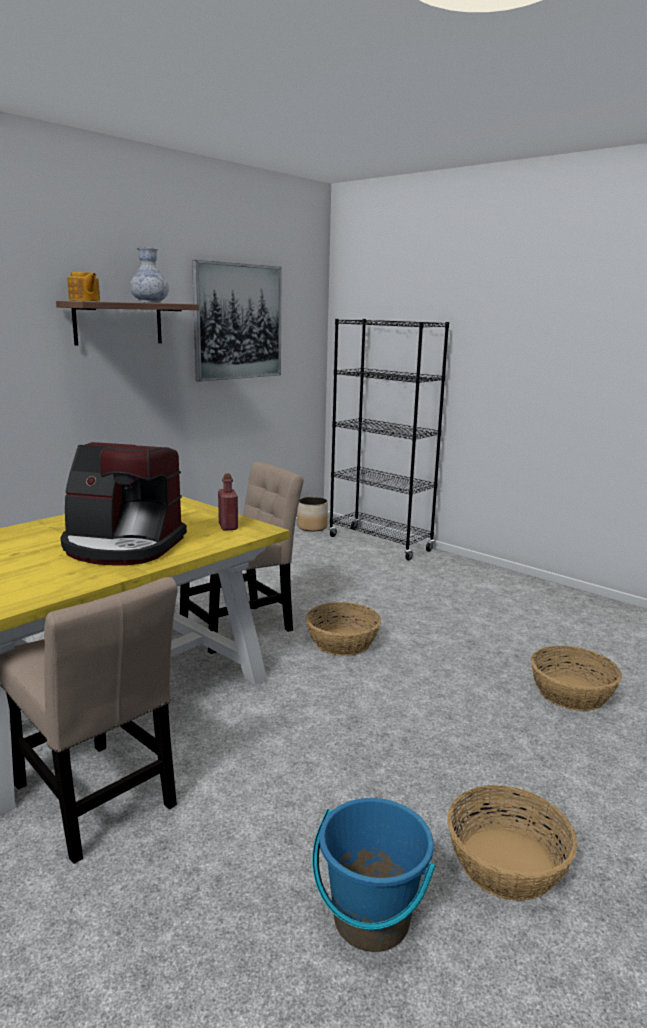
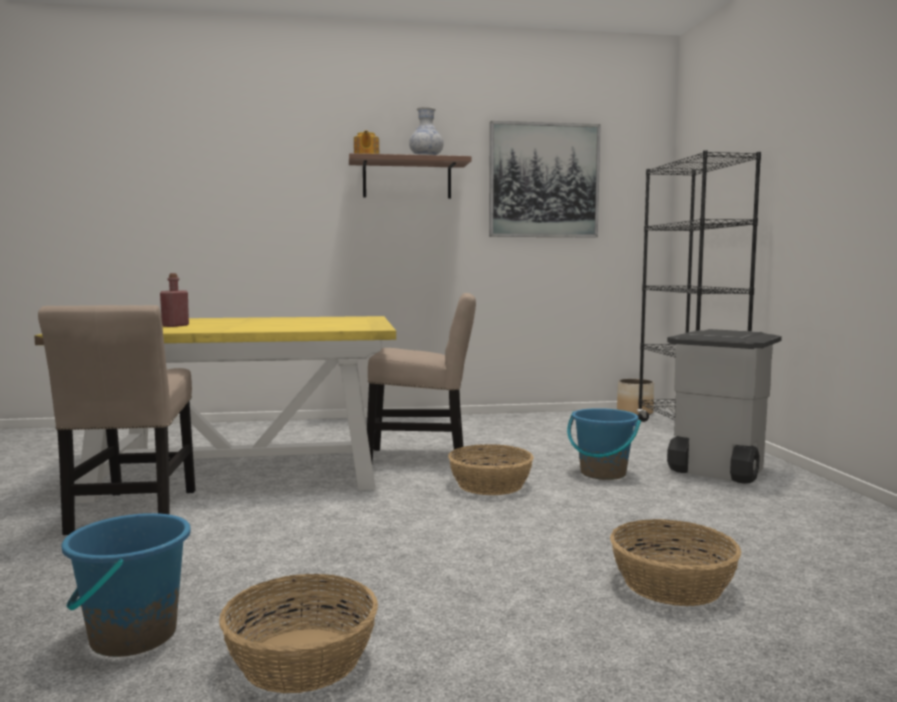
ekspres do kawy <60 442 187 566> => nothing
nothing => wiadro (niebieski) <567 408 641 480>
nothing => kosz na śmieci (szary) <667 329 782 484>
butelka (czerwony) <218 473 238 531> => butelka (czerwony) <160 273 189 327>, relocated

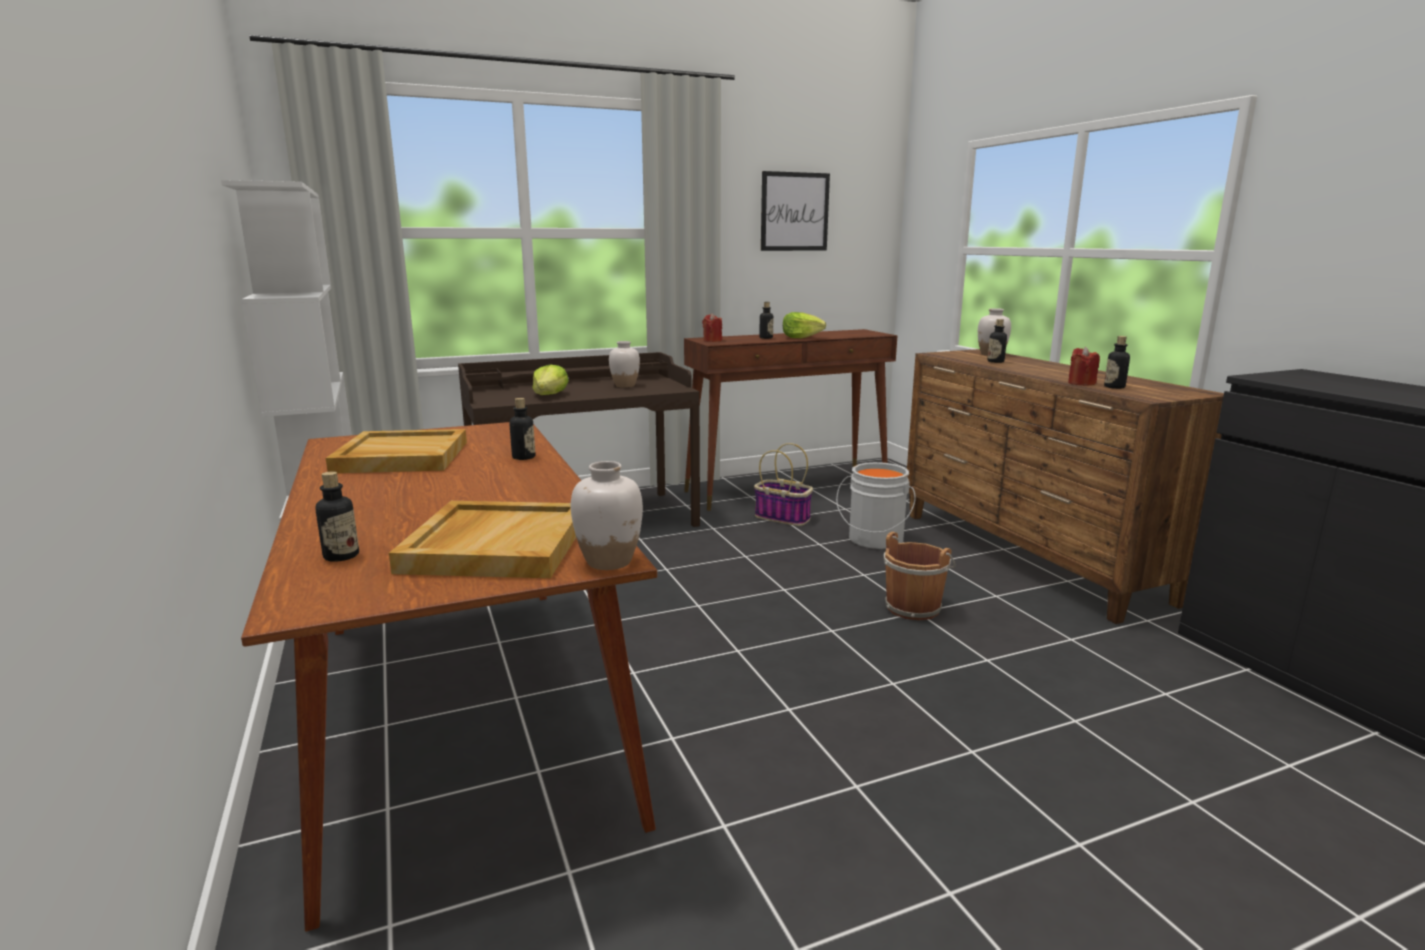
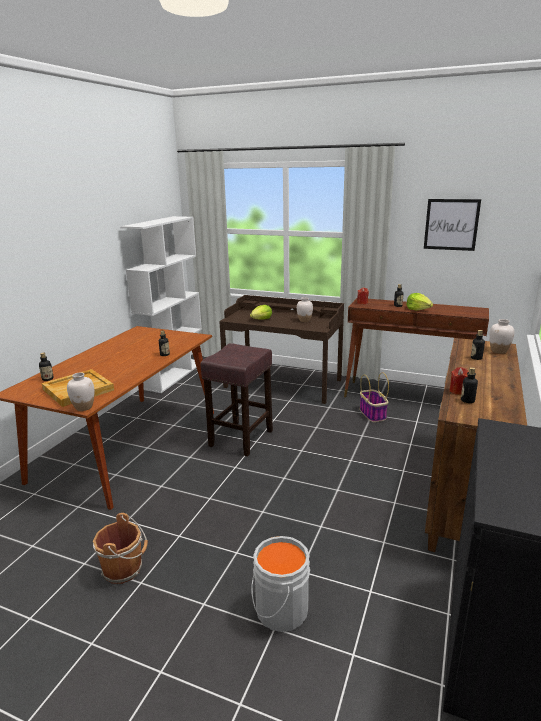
taca (beżowy) <326 429 467 473> => nothing
nothing => stołek (brązowy) <201 343 273 457>
wiadro (szary) <836 462 916 549> => wiadro (szary) <251 536 310 632>, relocated
wiadro (brązowy) <884 532 956 621> => wiadro (brązowy) <93 513 148 584>, relocated

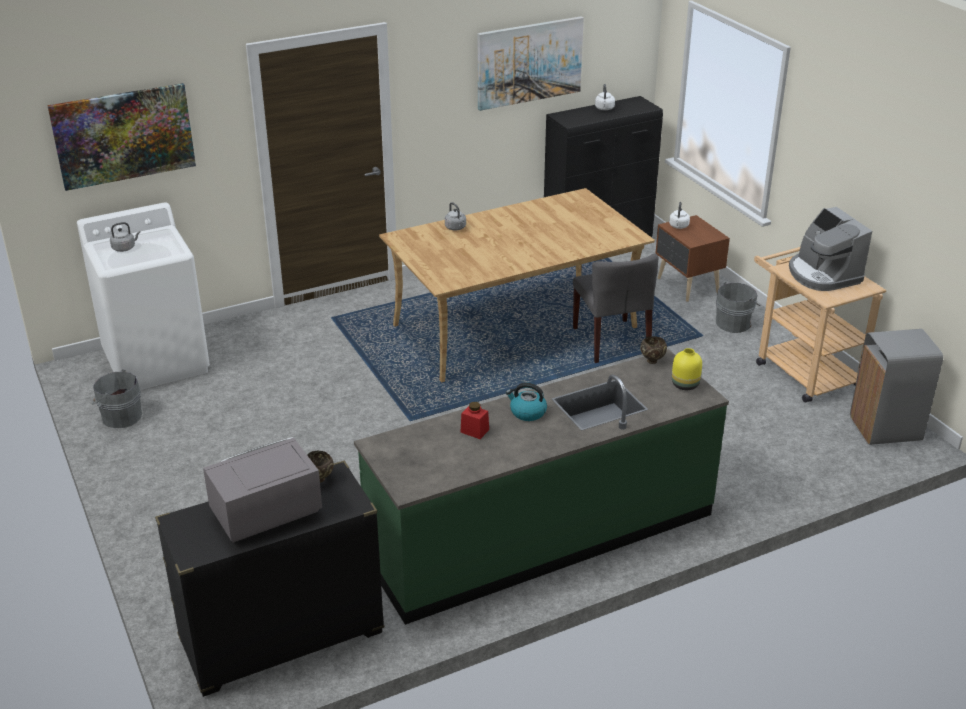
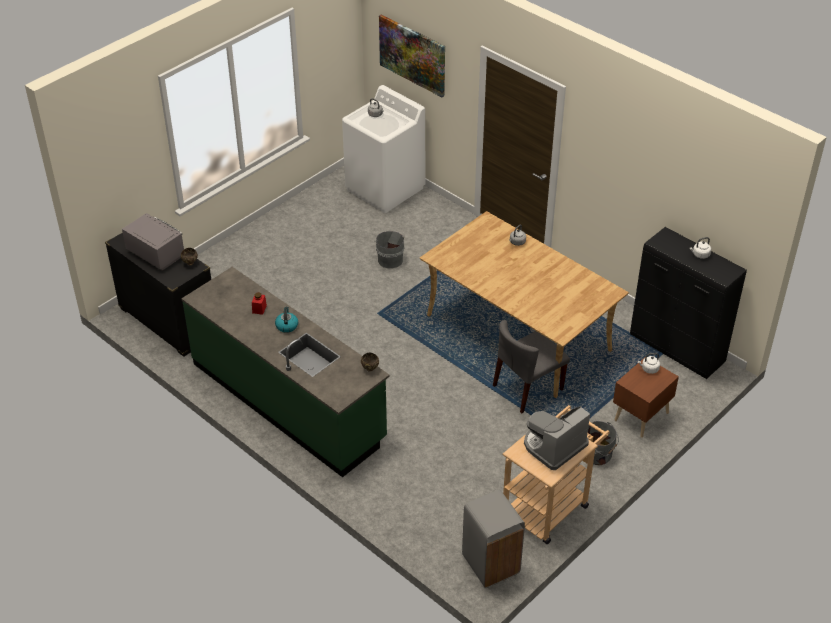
obraz <478 16 584 111> => nothing
wazon (żółty) <672 348 702 390> => nothing
wiadro (szary) <92 369 142 428> => wiadro (szary) <376 231 404 268>, relocated

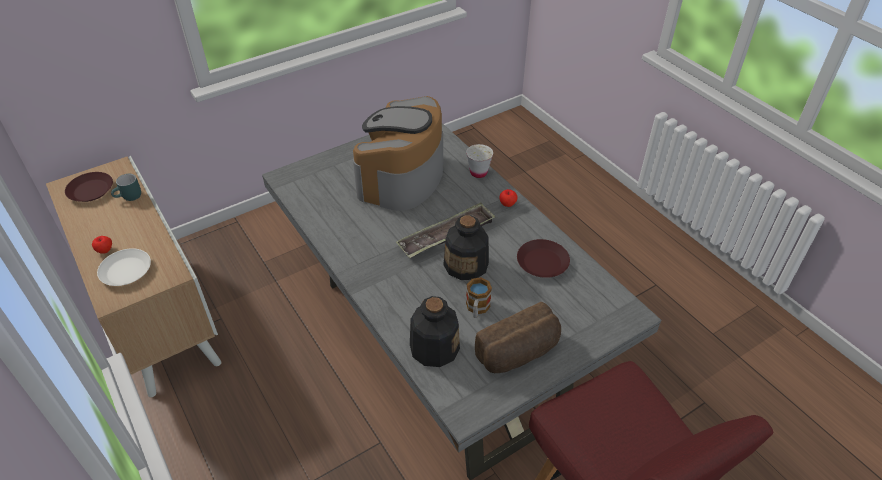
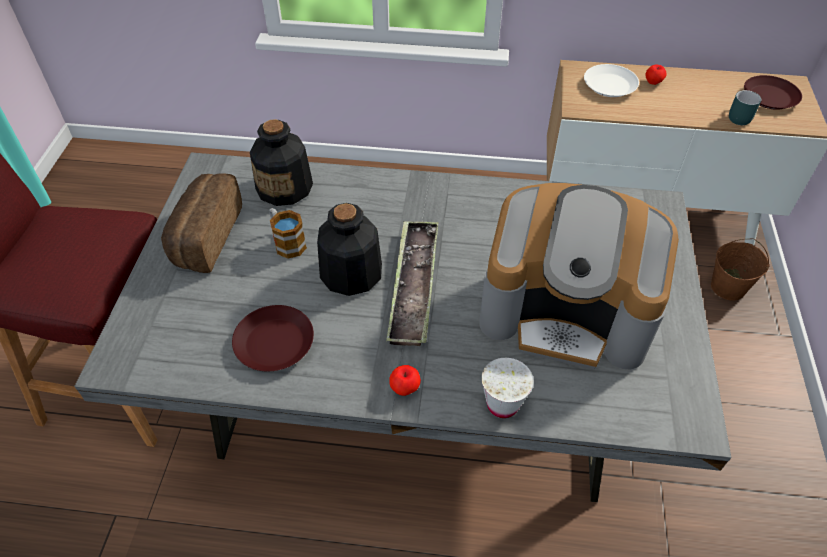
nothing => wiadro (brązowy) <711 238 770 301>
ekspres do kawy <353 96 443 211> => ekspres do kawy <479 183 679 369>, 135 degrees clockwise

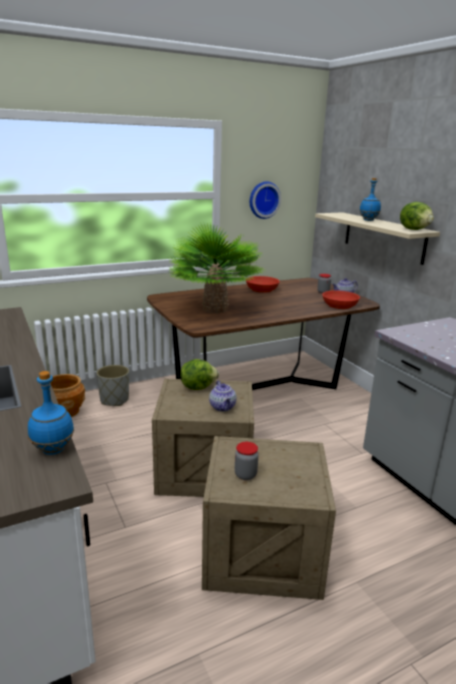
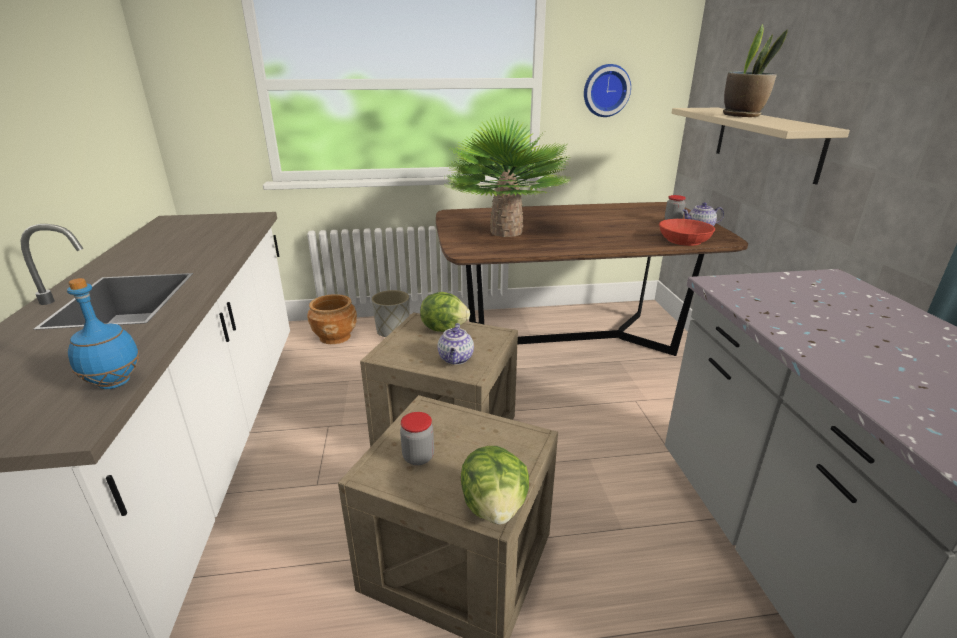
miska (czerwony) <246 276 280 293> => nothing
sałata <400 202 434 230> => sałata <461 446 529 524>, relocated
butelka (niebieski) <360 178 381 221> => roślina doniczkowa <723 24 788 117>

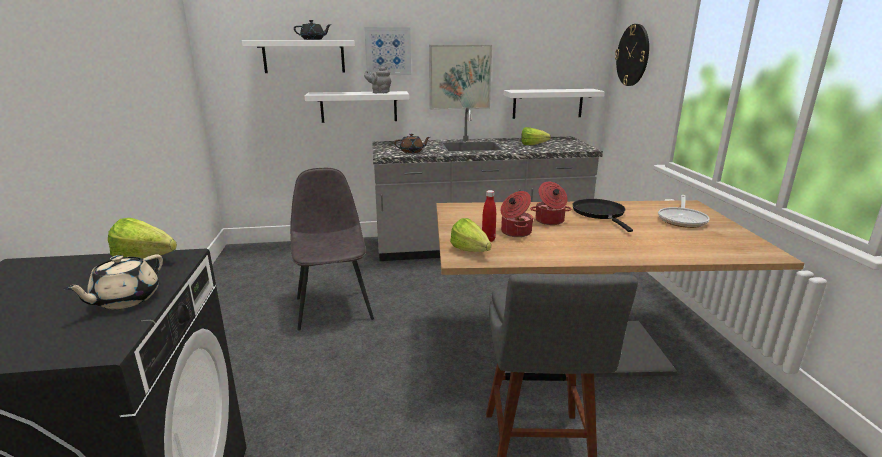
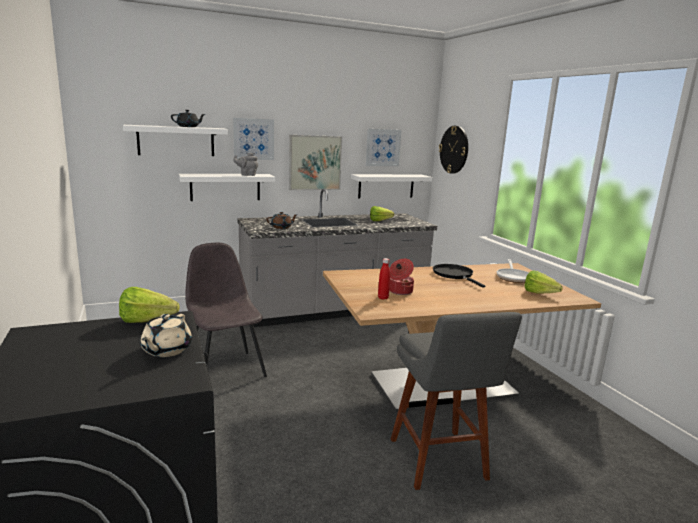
garnek <530 182 571 225> => nothing
nothing => obraz <366 129 401 166>
sałata <450 218 491 252> => sałata <524 271 563 293>, relocated

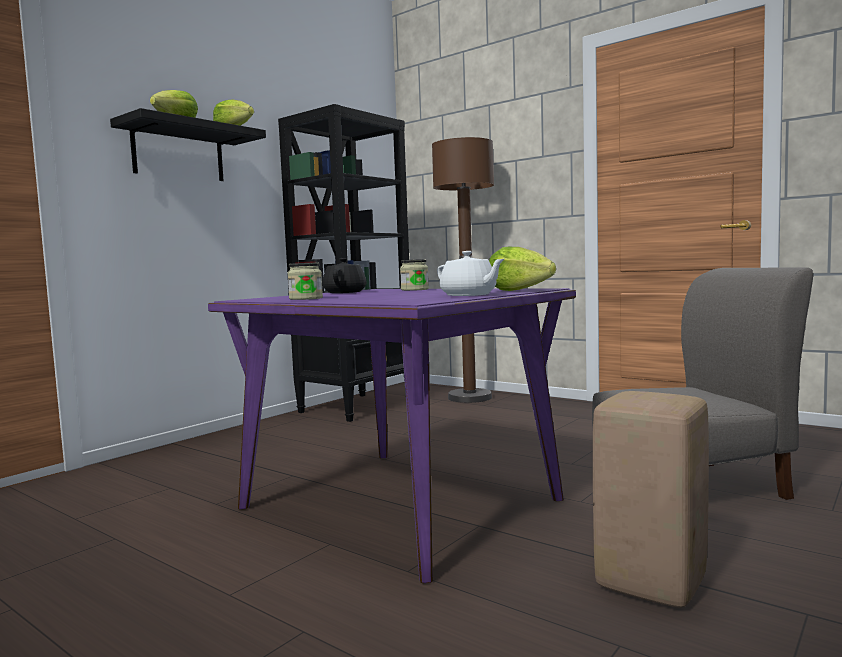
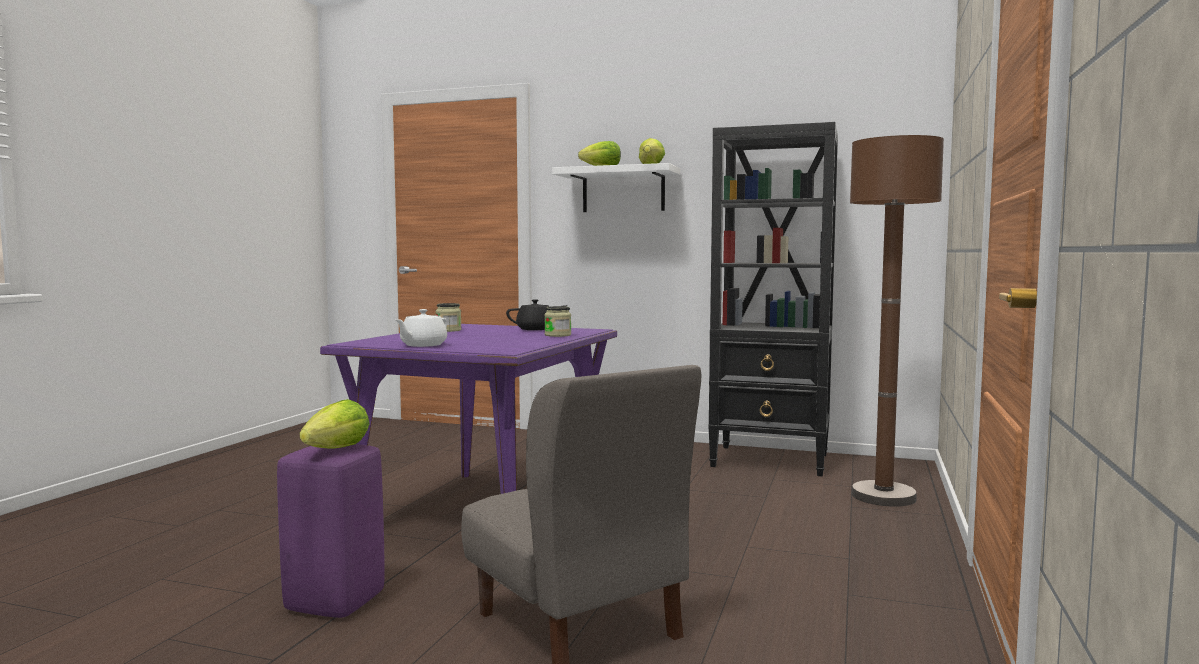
sałata <489 247 556 291> => sałata <300 399 369 448>, relocated
półka (czarny) <110 108 266 181> => półka (biały) <552 163 680 212>
stołek (beżowy) <593 391 709 608> => stołek (fioletowy) <277 444 385 618>

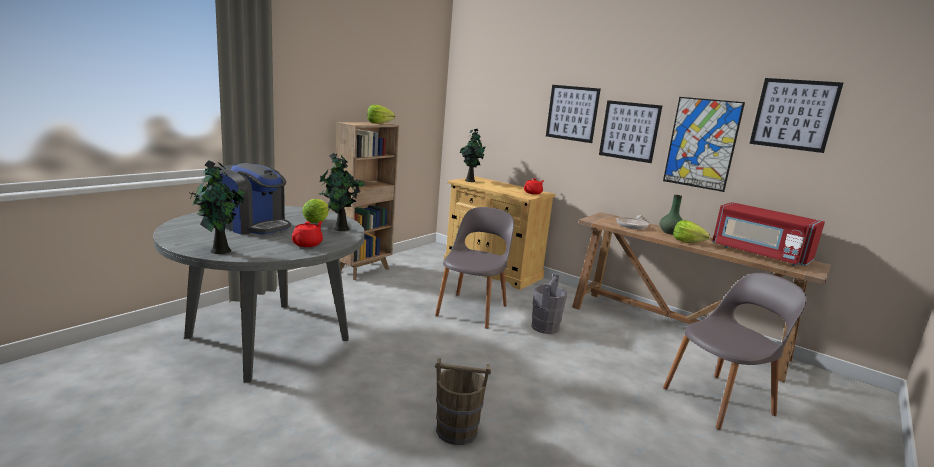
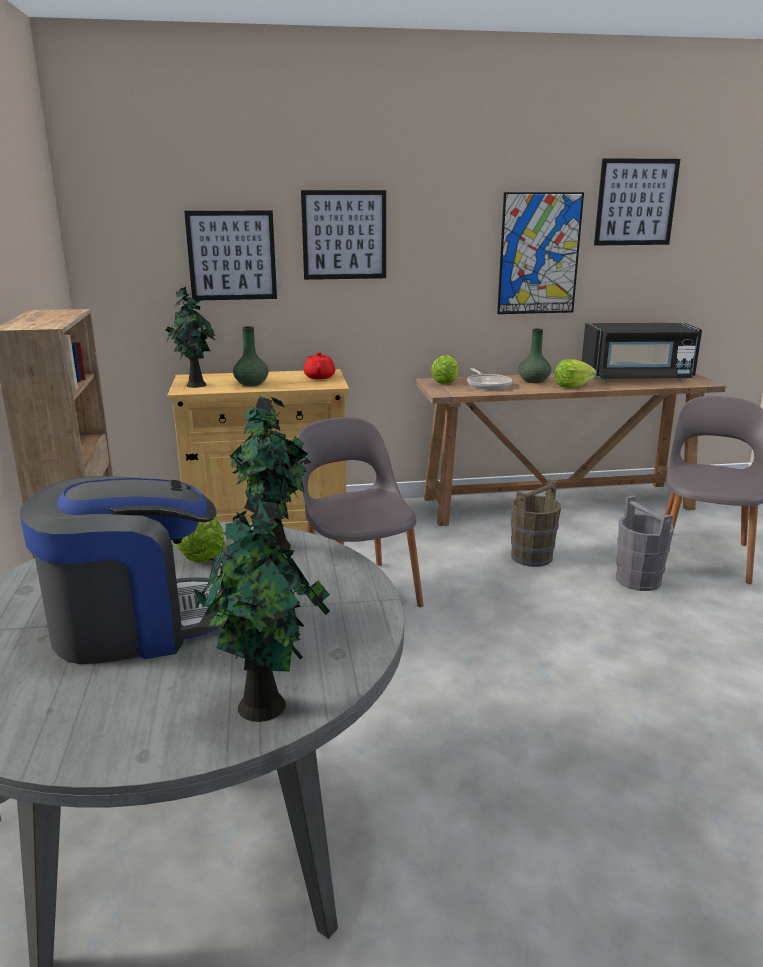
imbryk (czerwony) <292 221 323 247> => nothing
nothing => wazon (zielony) <233 326 269 386>
sałata <367 105 395 124> => sałata <431 355 458 384>, relocated
wiadro (brązowy) <435 358 491 445> => wiadro (brązowy) <511 479 561 567>, relocated
wiadro (szary) <531 273 567 334> => wiadro (szary) <616 496 674 591>, relocated
obraz <599 100 662 163> => obraz <184 210 277 300>, relocated
mikrofalówka (czerwony) <712 202 825 266> => mikrofalówka (czarny) <582 323 702 381>

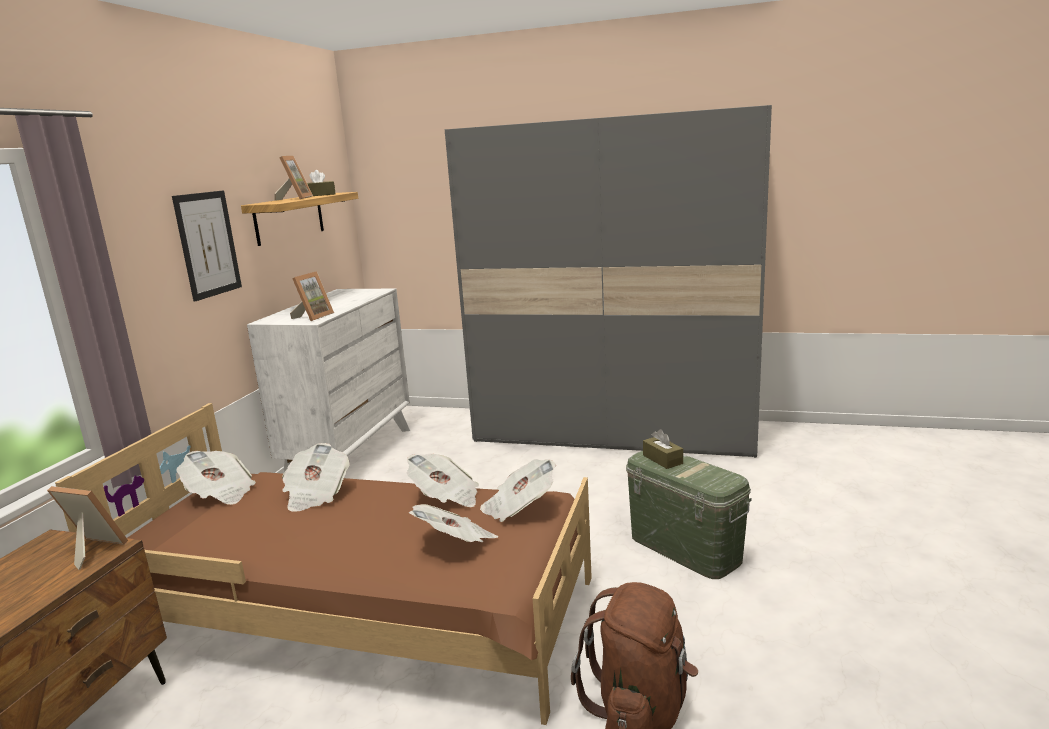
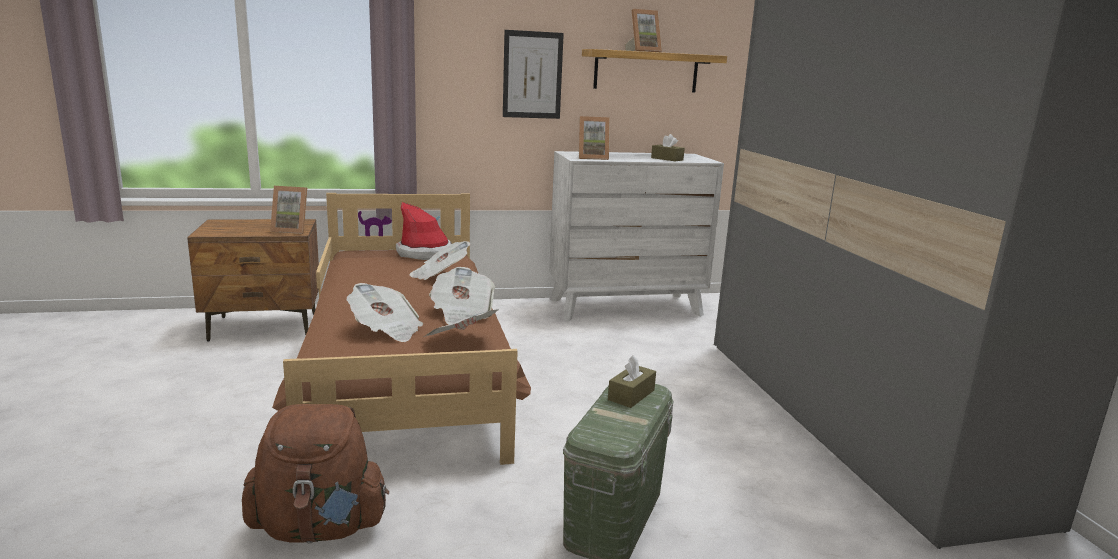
pudełko chusteczek (brązowy) <307 170 336 196> => pudełko chusteczek (brązowy) <651 134 685 161>, relocated
gazeta <176 451 256 505> => kapelusz <396 202 452 260>
ramka na zdjęcie <47 486 128 570> => ramka na zdjęcie <270 186 307 234>, 105 degrees clockwise

